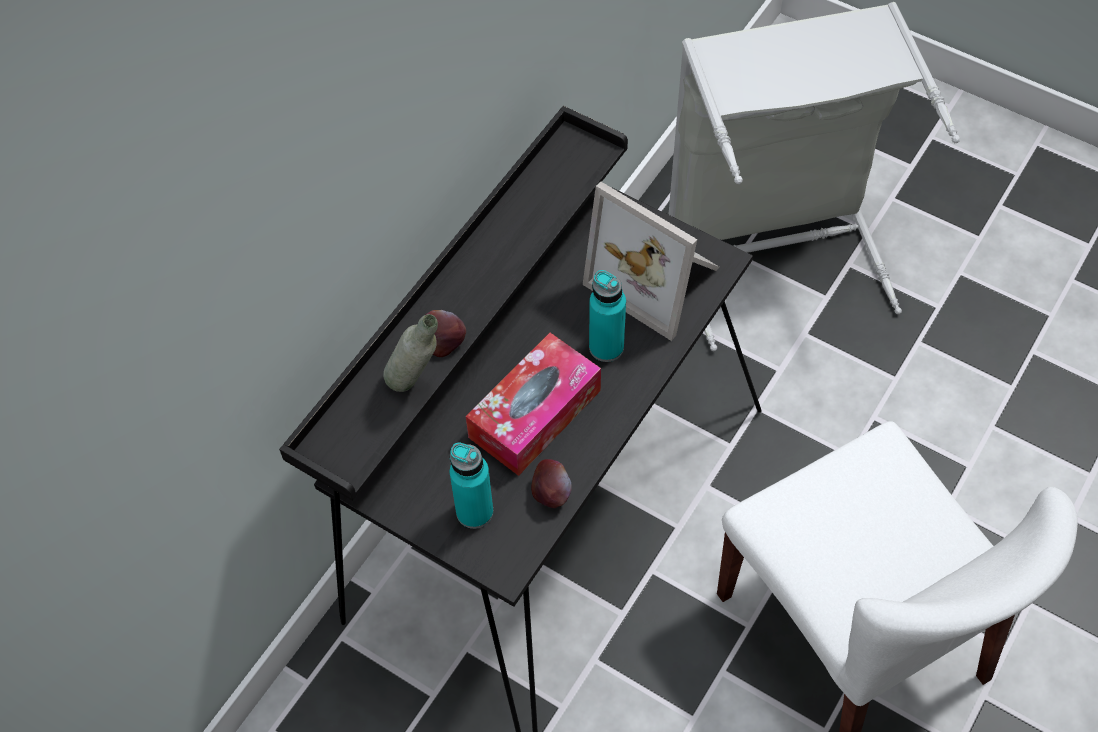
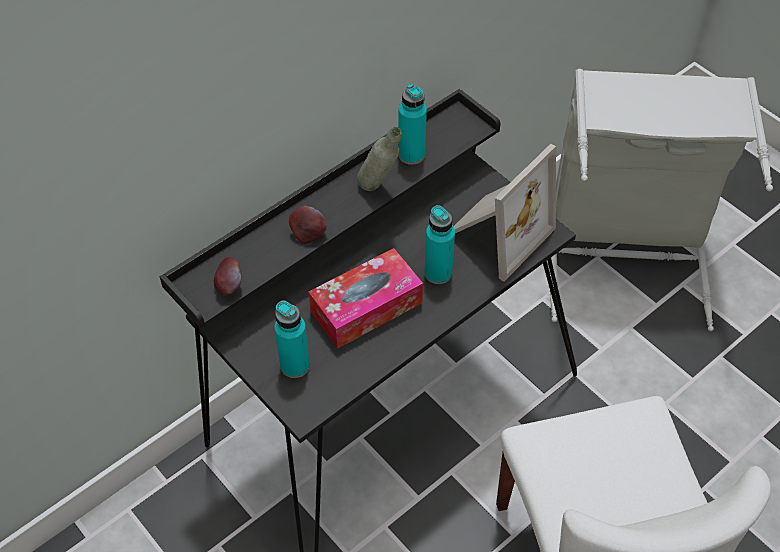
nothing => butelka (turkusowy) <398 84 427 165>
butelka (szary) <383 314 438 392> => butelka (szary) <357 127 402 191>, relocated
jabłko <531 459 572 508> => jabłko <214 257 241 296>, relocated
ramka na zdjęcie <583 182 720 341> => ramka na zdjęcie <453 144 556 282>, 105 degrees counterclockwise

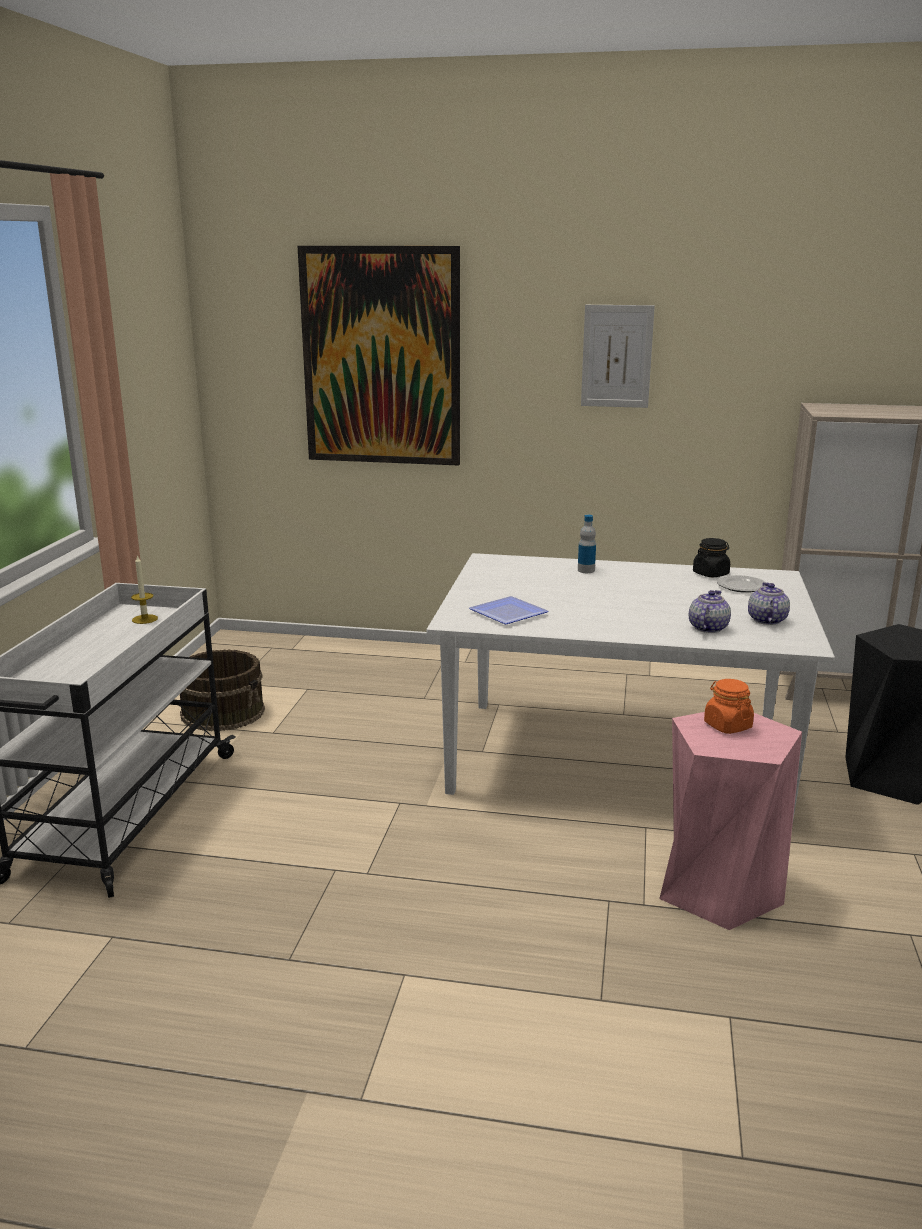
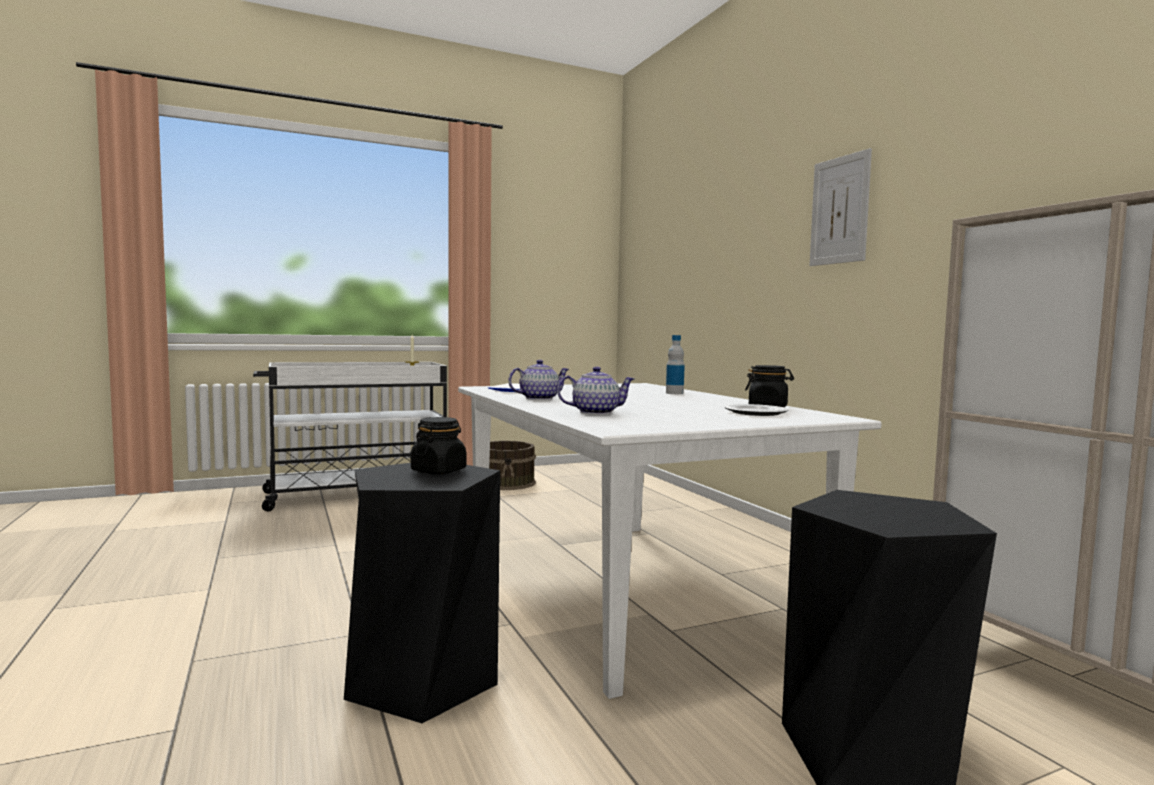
obraz <298 246 460 466> => nothing
imbryk <748 582 790 625> => imbryk <508 360 569 400>, relocated
stołek (różowy) <659 712 802 930> => stołek (czarny) <344 463 500 723>
słoik (pomarańczowy) <704 679 754 734> => słoik (czarny) <411 417 466 474>

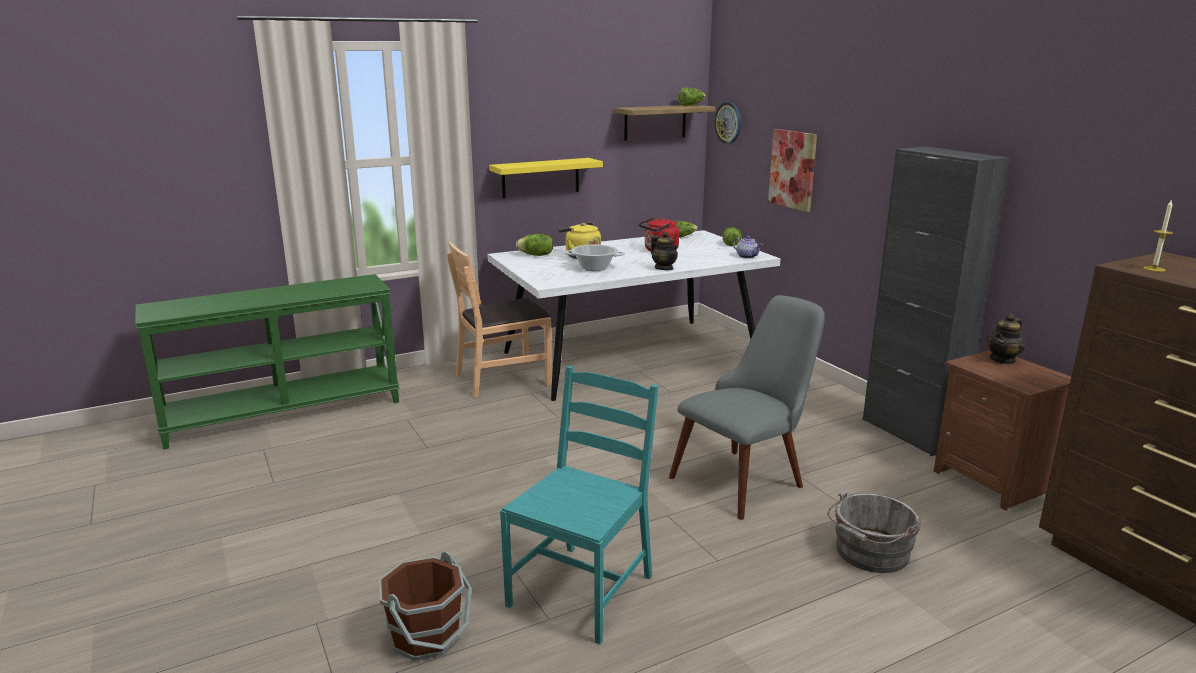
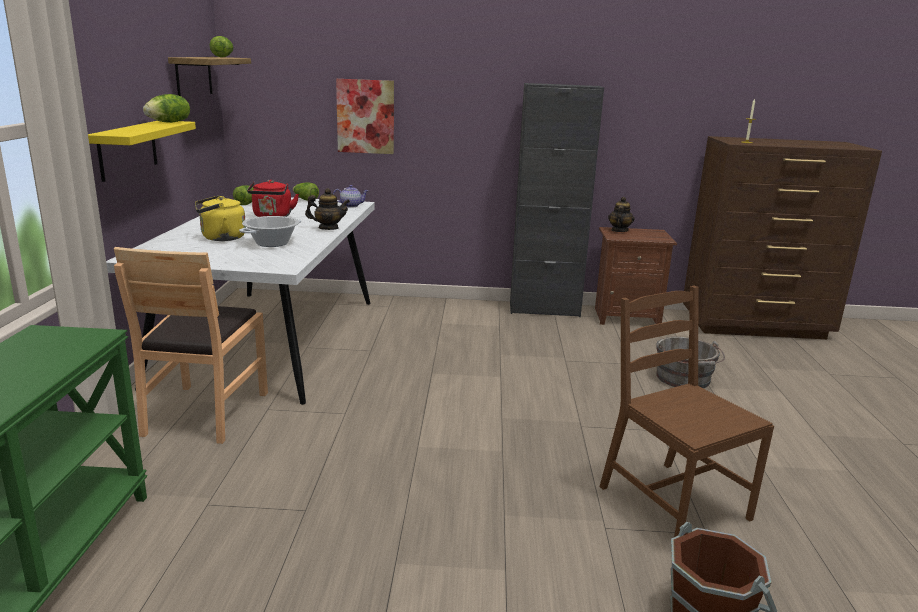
krzesło (szary) <669 295 825 520> => nothing
zegar ścienny <714 102 741 144> => nothing
sałata <516 234 553 256> => sałata <143 94 190 123>, relocated
krzesło (turkusowy) <500 365 659 645> => krzesło (brązowy) <599 286 774 537>
imbryk <987 314 1025 365> => imbryk <608 197 635 232>, 150 degrees counterclockwise

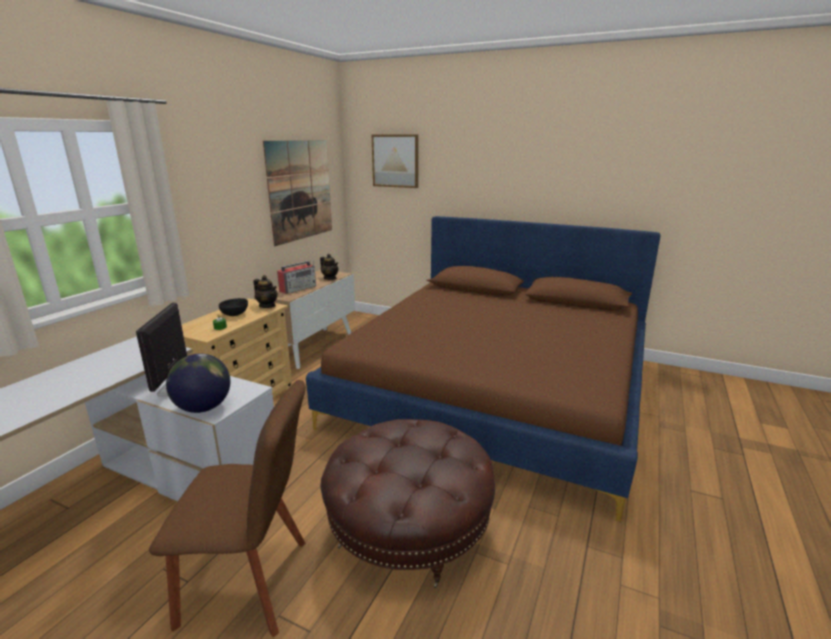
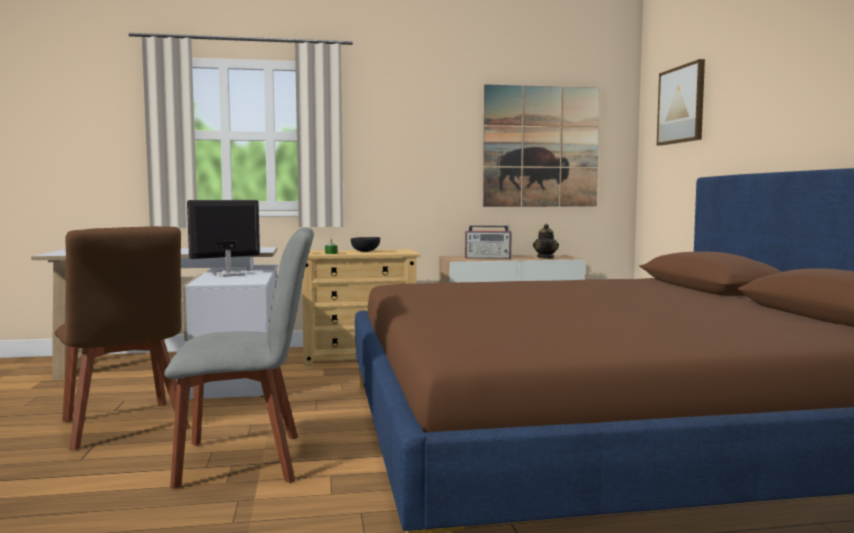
globus <166 354 230 413> => nothing
imbryk <253 275 278 308> => nothing
pufa (brązowy) <320 419 495 588> => krzesło (szary) <164 227 314 489>

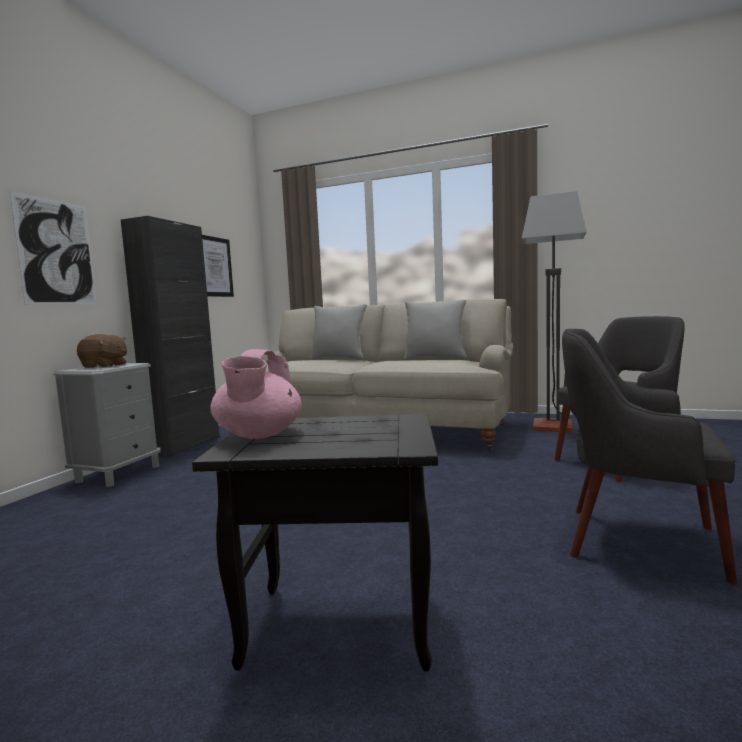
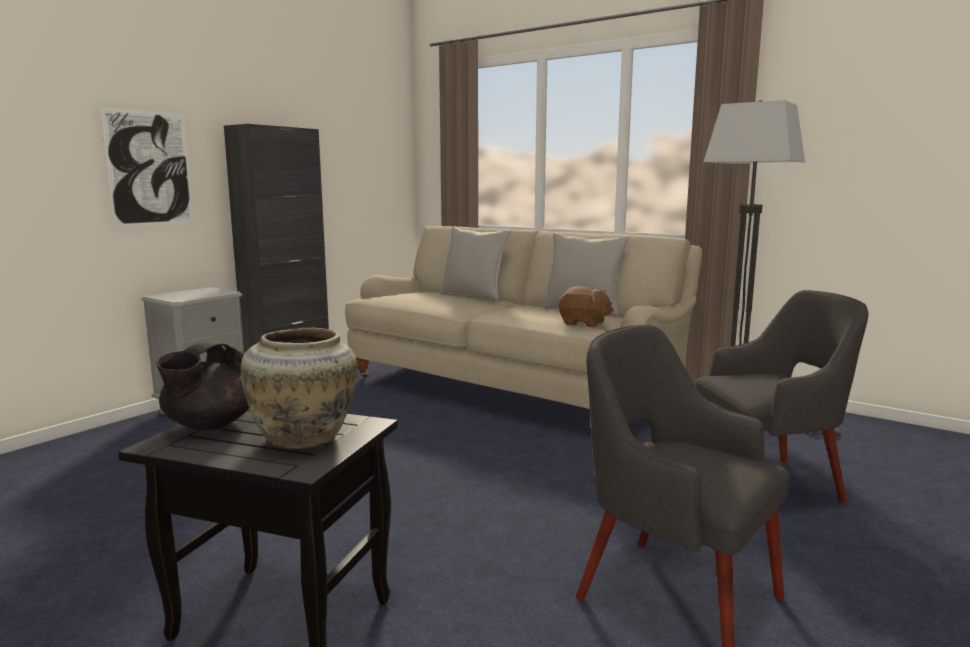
obraz <202 235 234 297> => nothing
nothing => wazon (beżowy) <240 328 358 449>
pluszak (brązowy) <77 334 127 368> => pluszak (brązowy) <559 286 614 328>, relocated
imbryk (różowy) <210 349 302 439> => imbryk (czarny) <156 341 249 431>

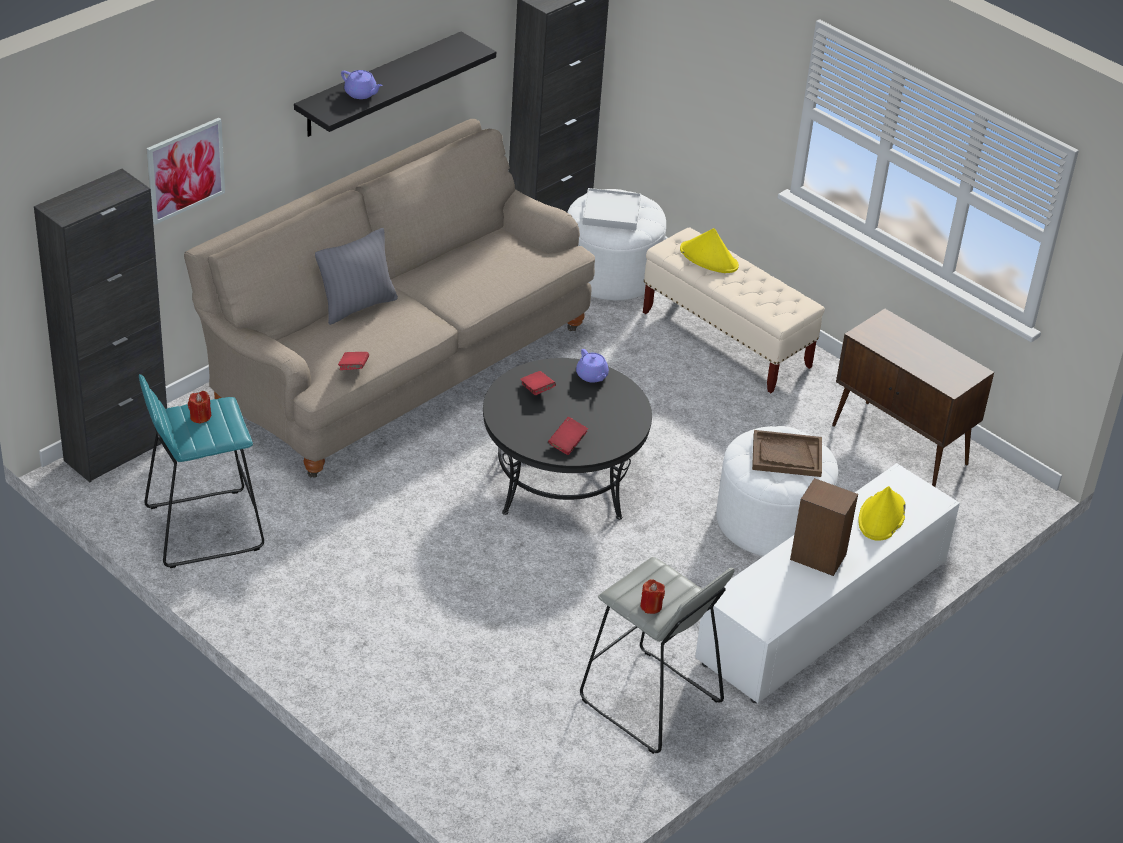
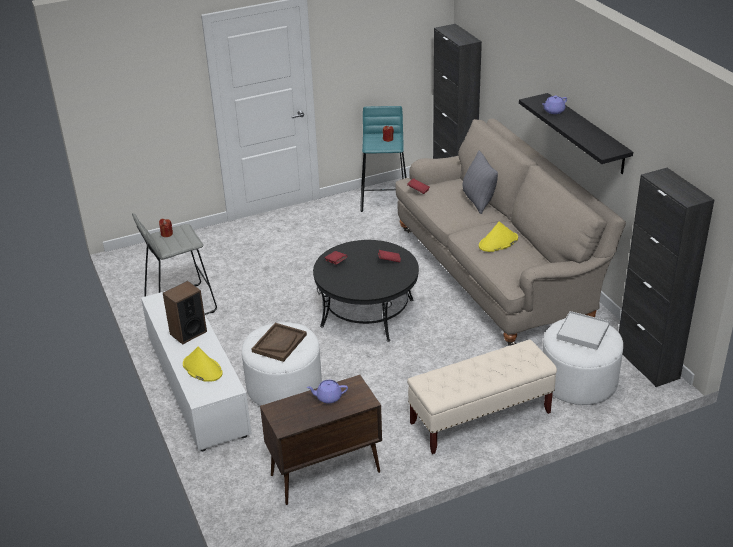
obraz <146 118 225 225> => nothing
imbryk (fioletowy) <576 349 609 383> => imbryk (fioletowy) <307 380 348 404>, relocated
kapelusz (żółty) <680 228 739 273> => kapelusz (żółty) <479 222 518 252>, relocated

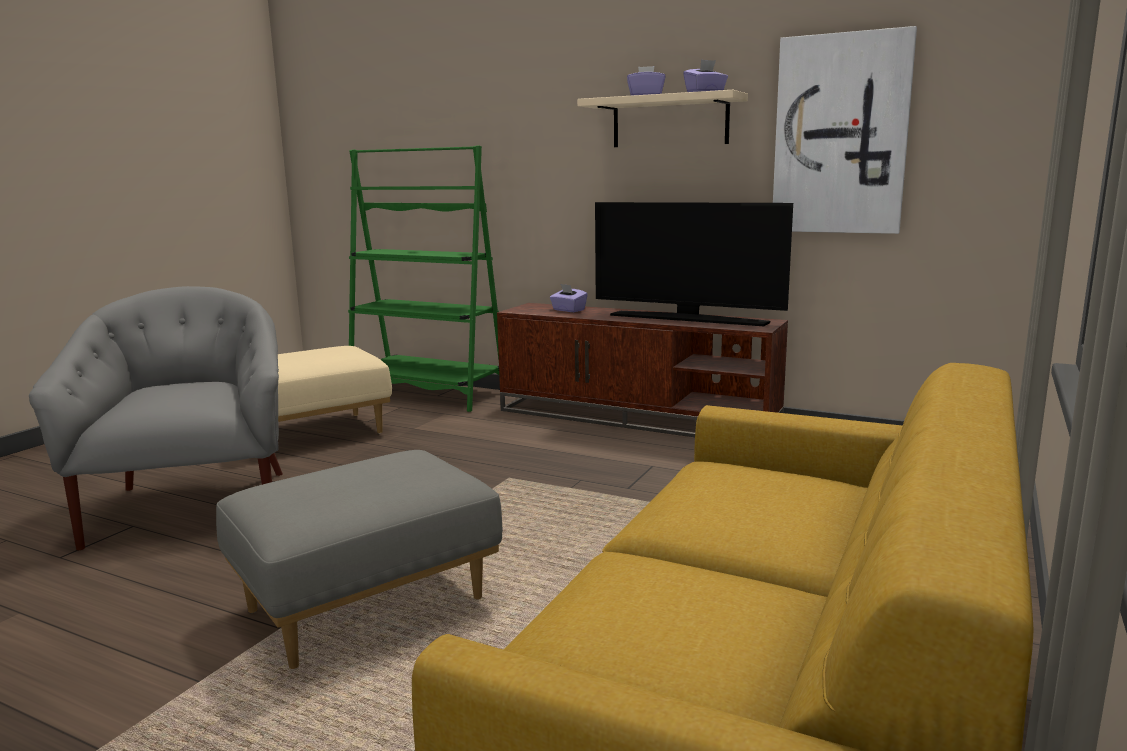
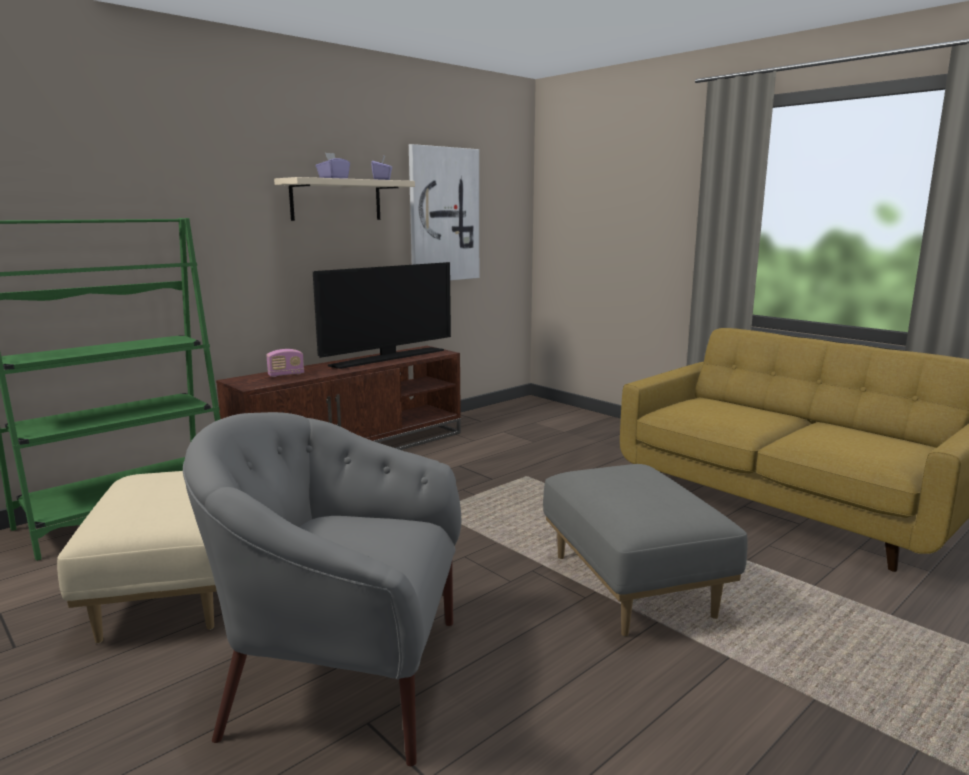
pudełko chusteczek (fioletowy) <550 284 588 312> => radio <266 349 304 377>

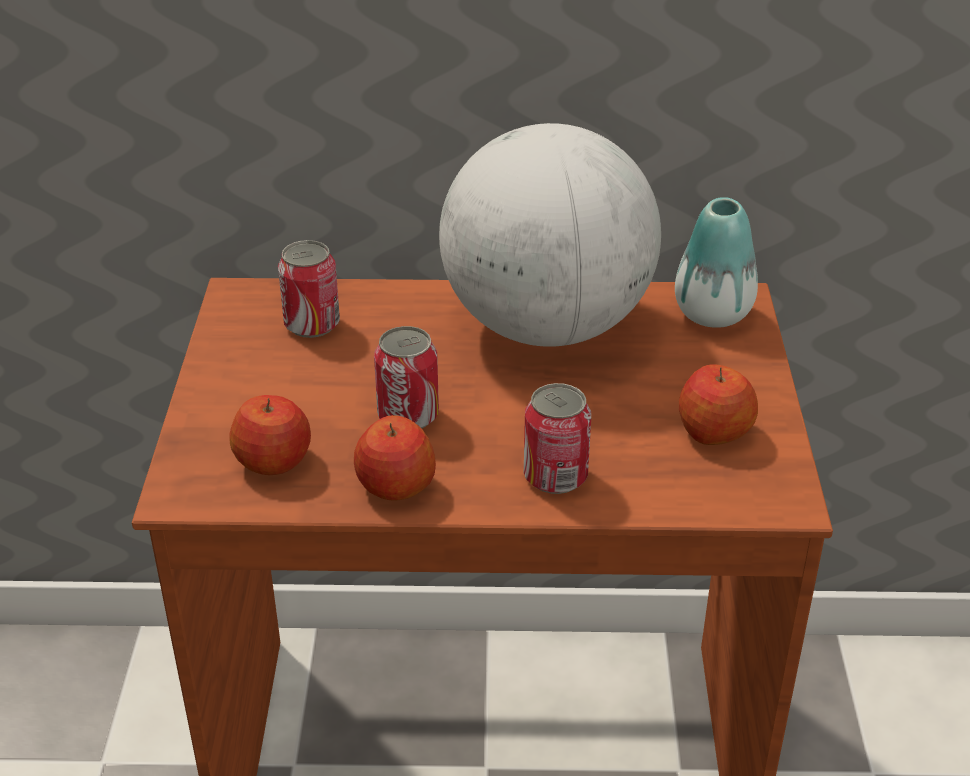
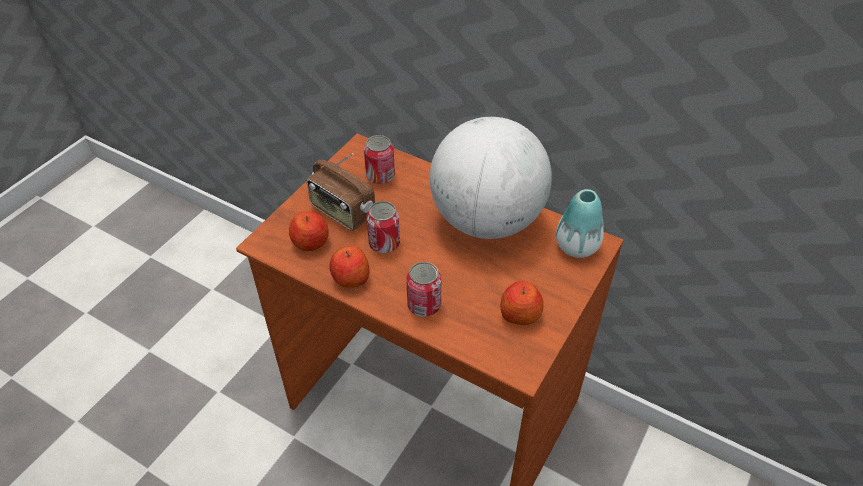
nothing => radio <307 153 375 231>

